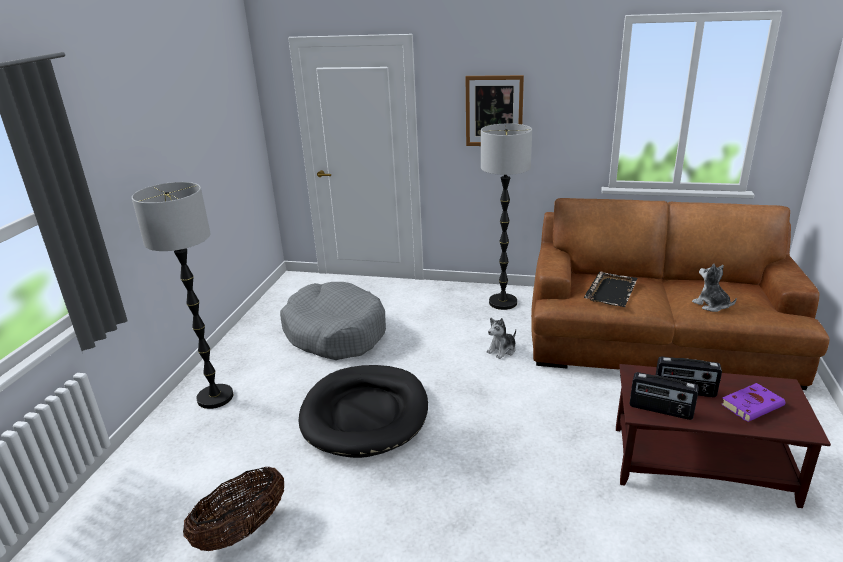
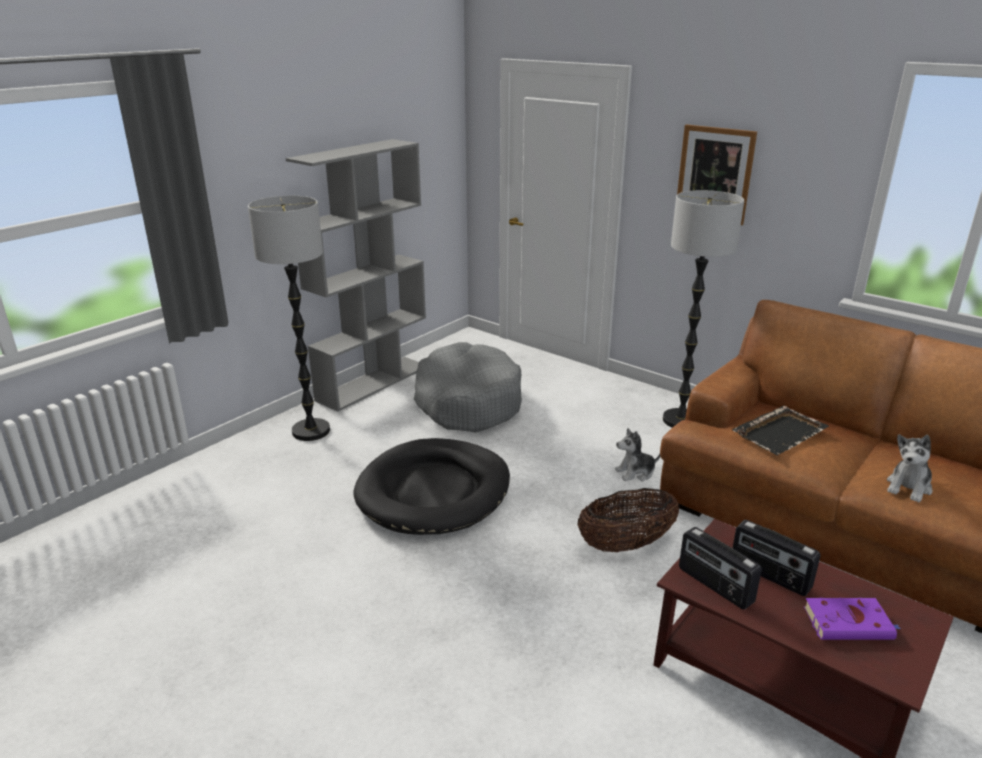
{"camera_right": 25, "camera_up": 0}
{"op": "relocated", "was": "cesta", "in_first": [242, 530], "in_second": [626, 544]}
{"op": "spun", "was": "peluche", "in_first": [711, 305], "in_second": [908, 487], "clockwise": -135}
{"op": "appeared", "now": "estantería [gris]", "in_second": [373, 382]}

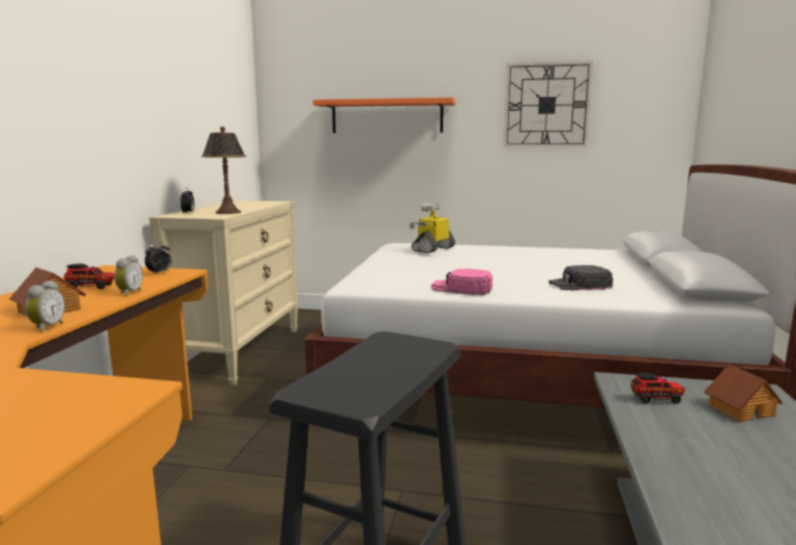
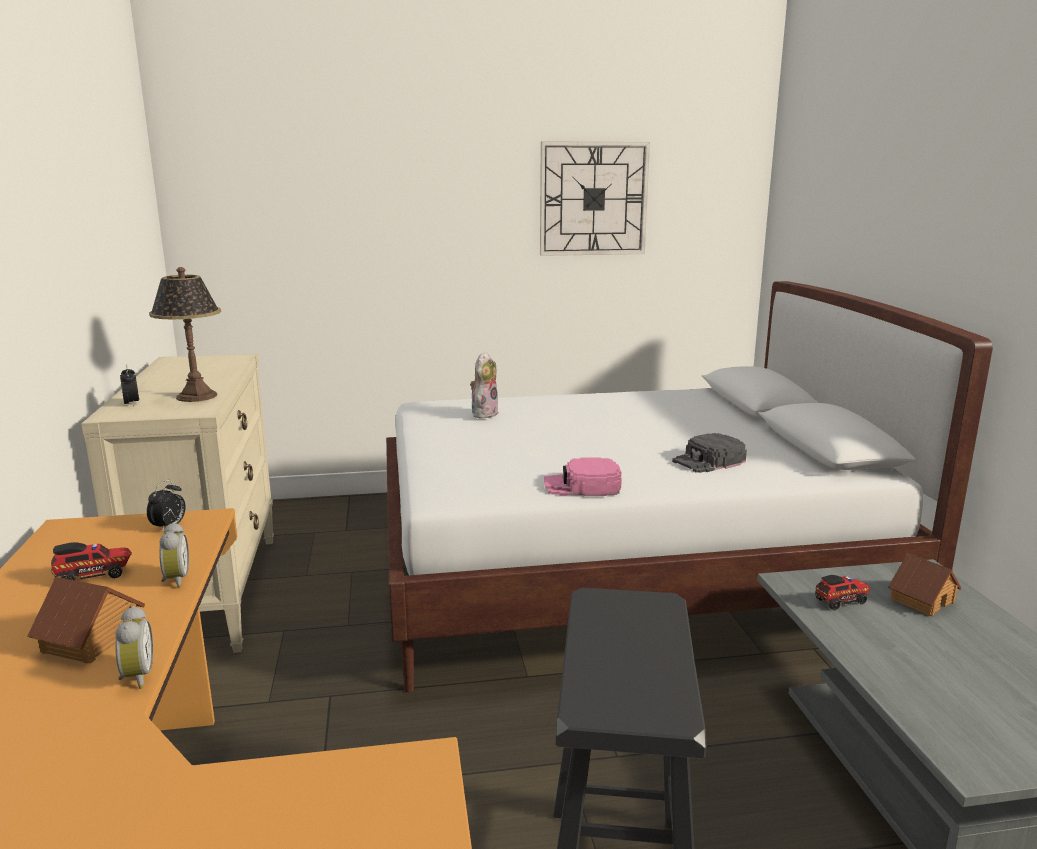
{"camera_right": -20, "camera_up": 5}
{"op": "missing", "was": "estante [naranja]", "in_first": [386, 116]}
{"op": "exchanged", "was": "robot de juguete", "now": "peluche", "in_first": [432, 249], "in_second": [484, 413]}

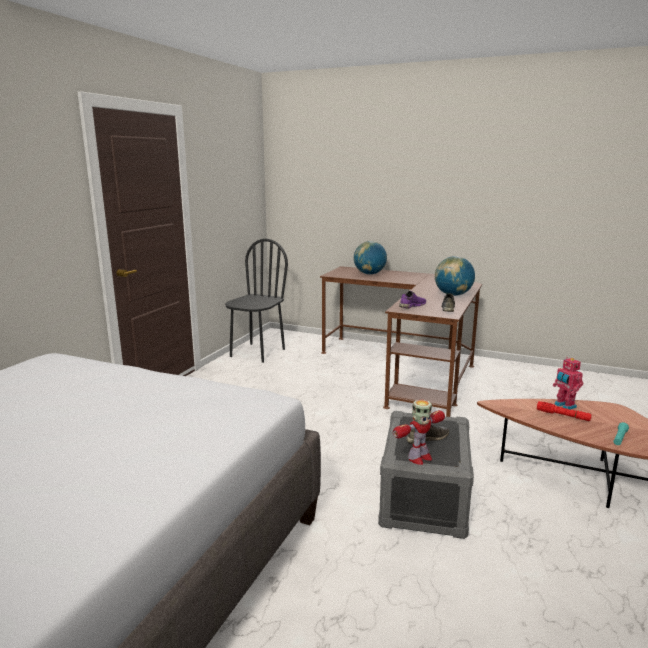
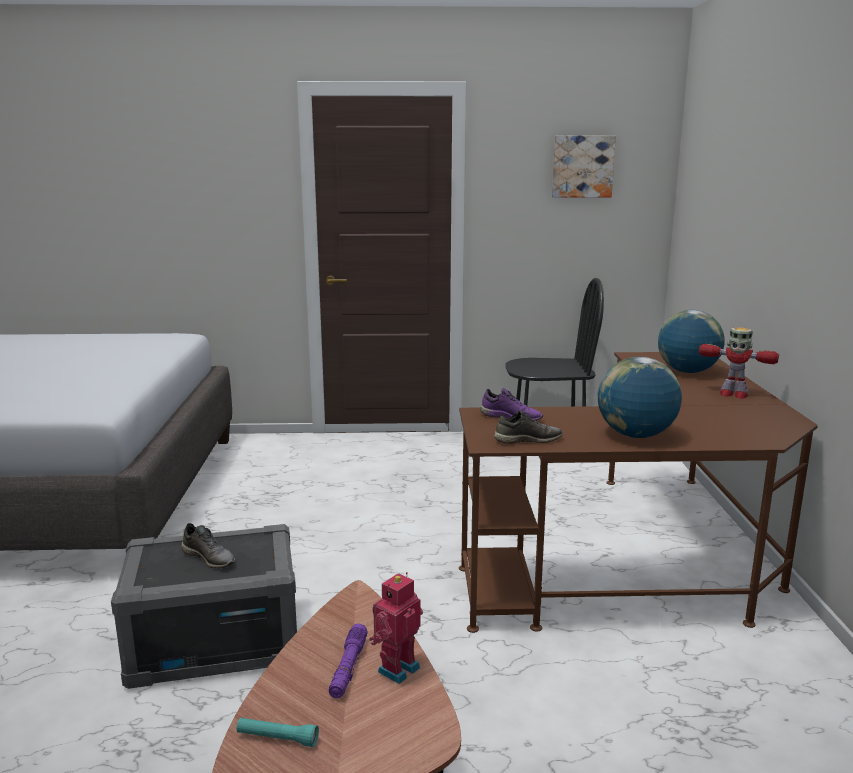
{"camera_right": 65, "camera_up": 0}
{"op": "relocated", "was": "robot de juguete", "in_first": [419, 458], "in_second": [732, 394]}
{"op": "colour", "was": "linterna [rojo]", "now": "linterna [morado]", "in_first": [563, 415], "in_second": [348, 668]}
{"op": "appeared", "now": "cuadro", "in_second": [582, 166]}

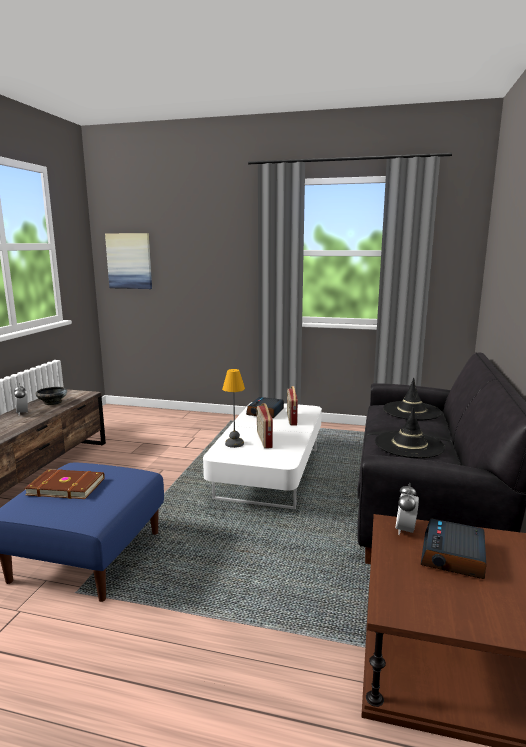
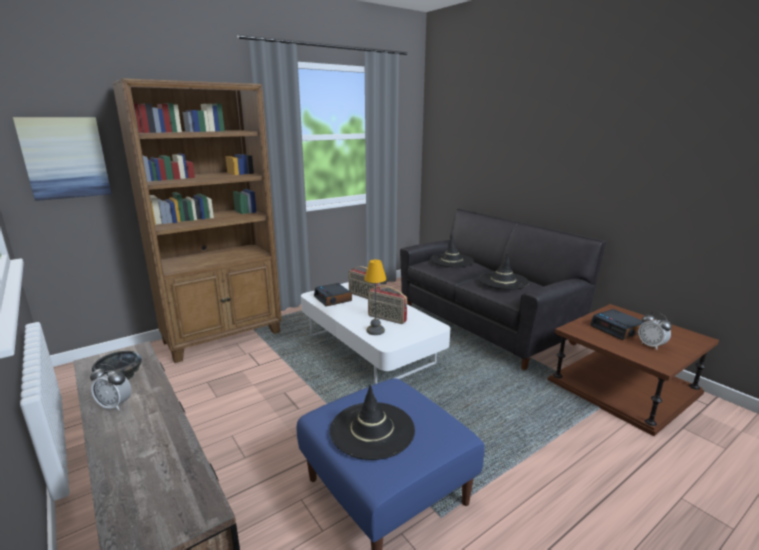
{"camera_right": -50, "camera_up": 5}
{"op": "exchanged", "was": "libro [marrón]", "now": "sombrero [negro]", "in_first": [66, 486], "in_second": [372, 430]}
{"op": "relocated", "was": "despertador", "in_first": [405, 530], "in_second": [651, 345]}
{"op": "appeared", "now": "estantería [marrón]", "in_second": [224, 337]}

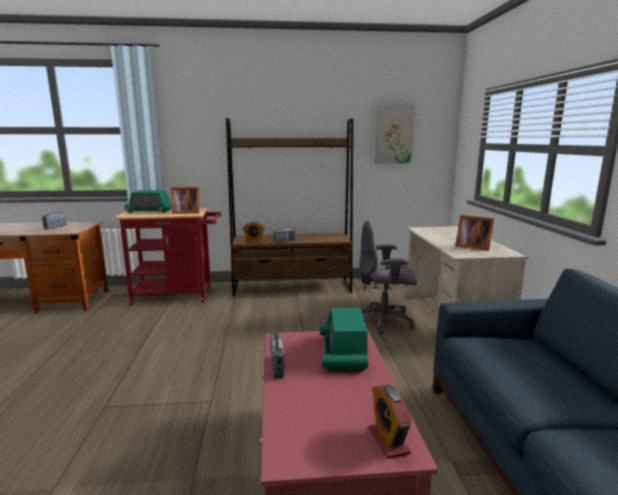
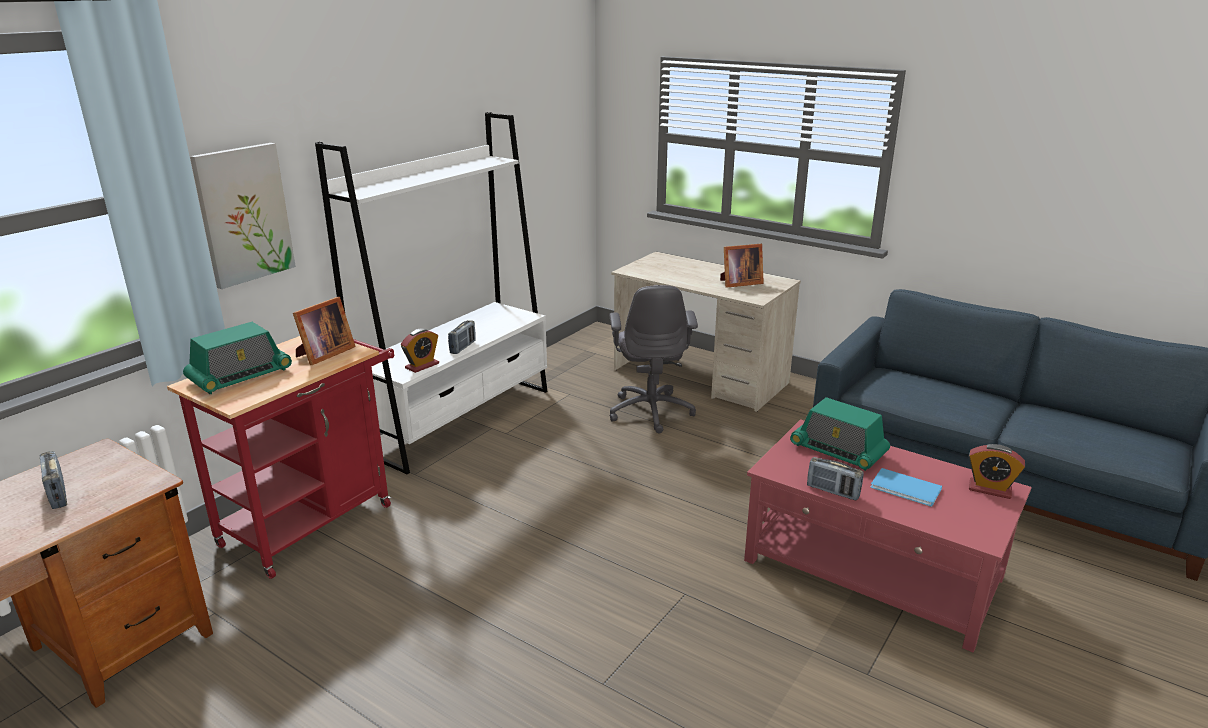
{"camera_right": -50, "camera_up": 10}
{"op": "colour", "was": "estantería [marrón]", "now": "estantería [blanco]", "in_first": [292, 287], "in_second": [460, 420]}
{"op": "spun", "was": "silla de oficina [gris]", "in_first": [384, 321], "in_second": [651, 411], "clockwise": -45}
{"op": "relocated", "was": "cuadro", "in_first": [393, 134], "in_second": [244, 214]}
{"op": "appeared", "now": "libro [azul]", "in_second": [907, 489]}

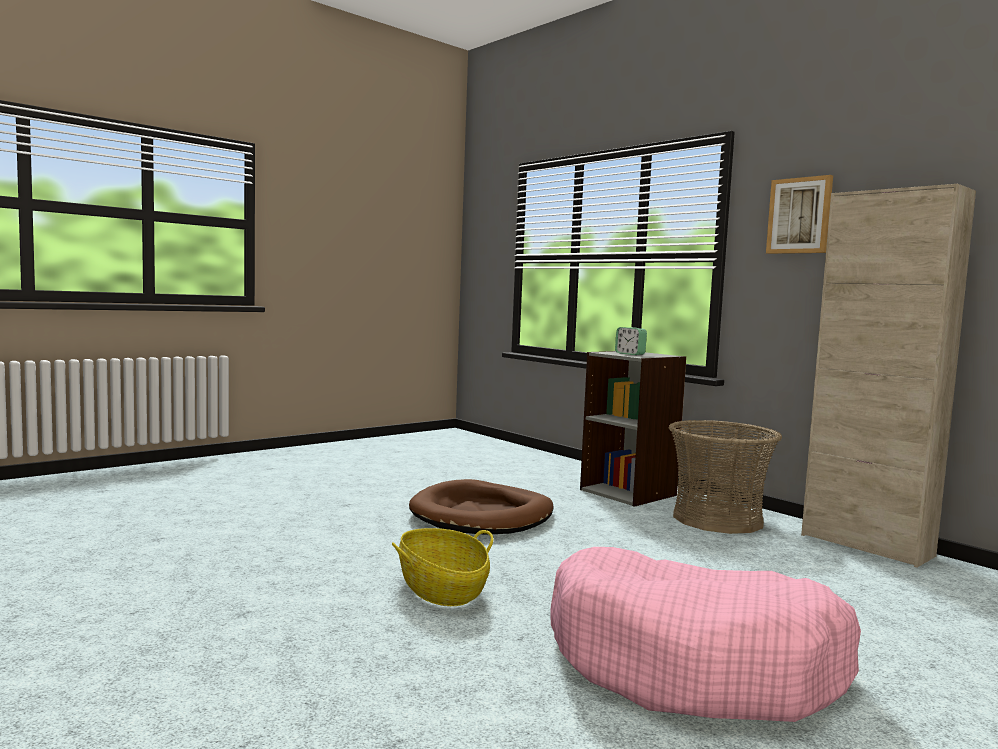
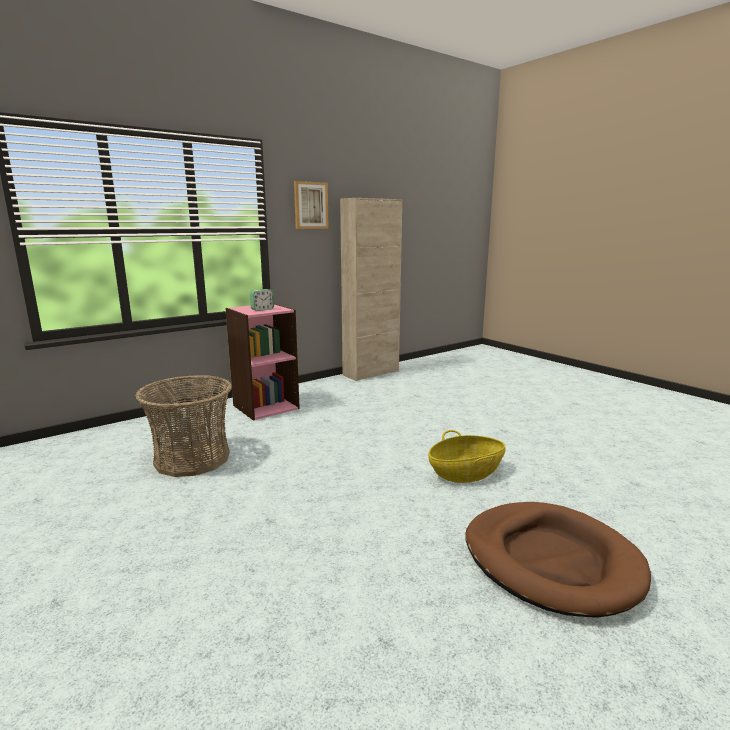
{"camera_right": -85, "camera_up": 10}
{"op": "relocated", "was": "cama para perro [marrón]", "in_first": [482, 515], "in_second": [550, 561]}
{"op": "missing", "was": "cama para perro [rosa]", "in_first": [693, 664]}
{"op": "colour", "was": "estantería [gris]", "now": "estantería [rosa]", "in_first": [629, 492], "in_second": [265, 407]}
{"op": "relocated", "was": "cesta", "in_first": [717, 519], "in_second": [192, 459]}

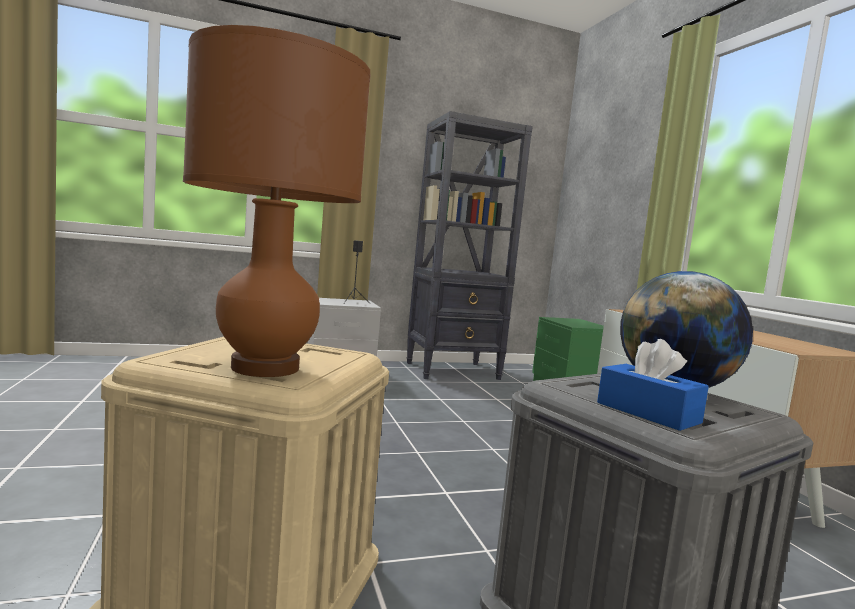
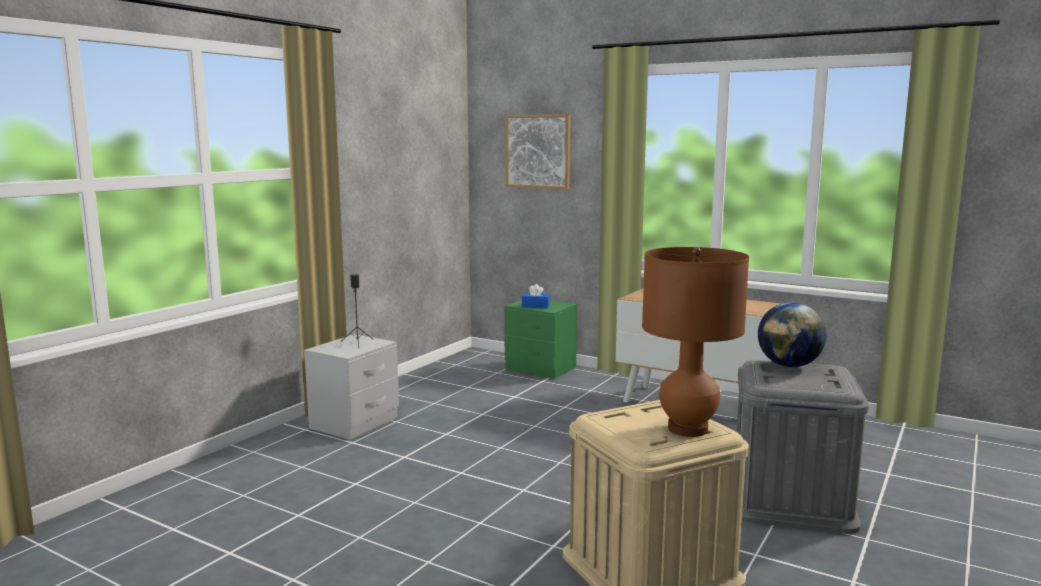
{"camera_right": -40, "camera_up": 5}
{"op": "missing", "was": "estantería [negro]", "in_first": [453, 371]}
{"op": "relocated", "was": "caja de pañuelos [azul]", "in_first": [647, 412], "in_second": [535, 306]}
{"op": "appeared", "now": "cuadro", "in_second": [538, 151]}

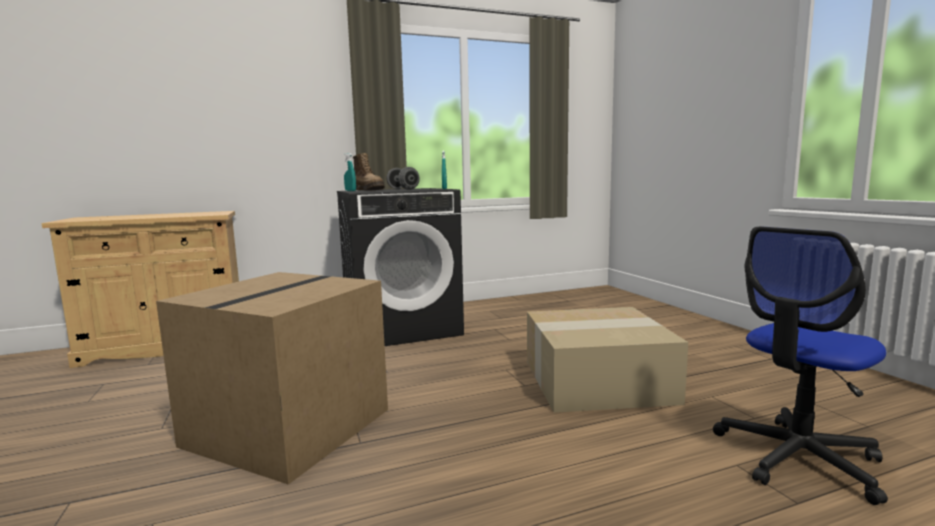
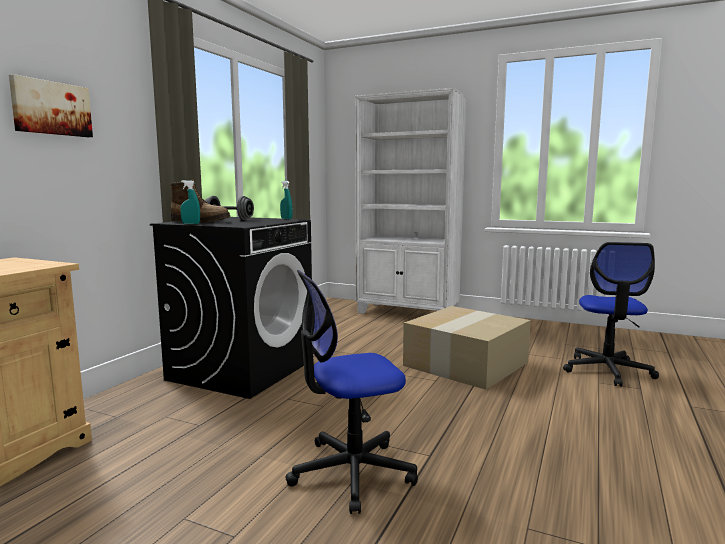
{"camera_right": -45, "camera_up": 0}
{"op": "exchanged", "was": "caja de cartón", "now": "silla de oficina", "in_first": [289, 425], "in_second": [351, 472]}
{"op": "appeared", "now": "cuadro", "in_second": [51, 108]}
{"op": "appeared", "now": "estantería [blanco]", "in_second": [408, 313]}

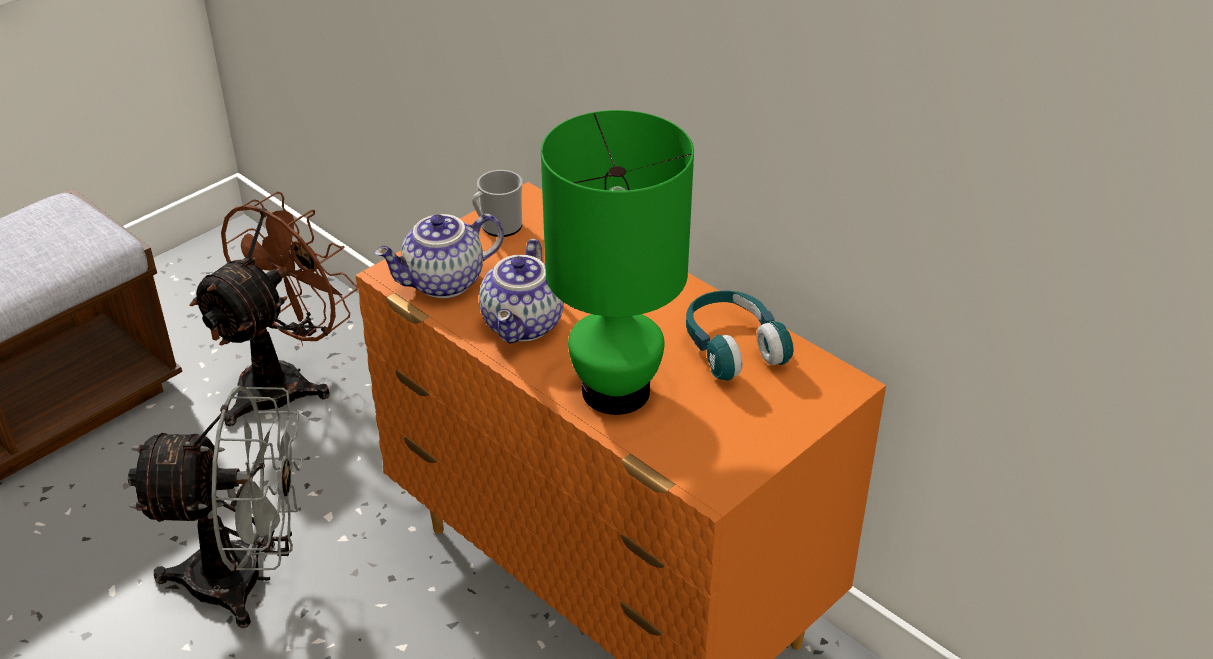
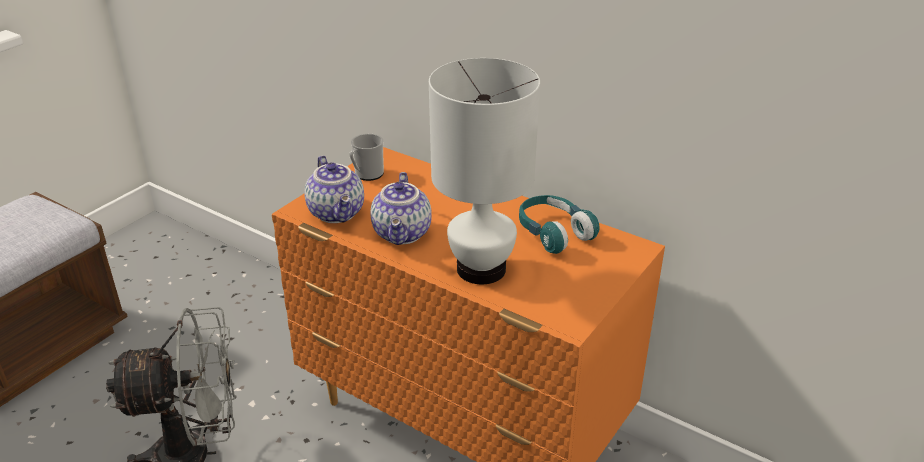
{"camera_right": -10, "camera_up": -5}
{"op": "missing", "was": "ventilador [marrón]", "in_first": [285, 381]}
{"op": "spun", "was": "tetera", "in_first": [444, 283], "in_second": [338, 213], "clockwise": -75}
{"op": "colour", "was": "lámpara de mesa [verde]", "now": "lámpara de mesa [blanco]", "in_first": [614, 391], "in_second": [480, 269]}

